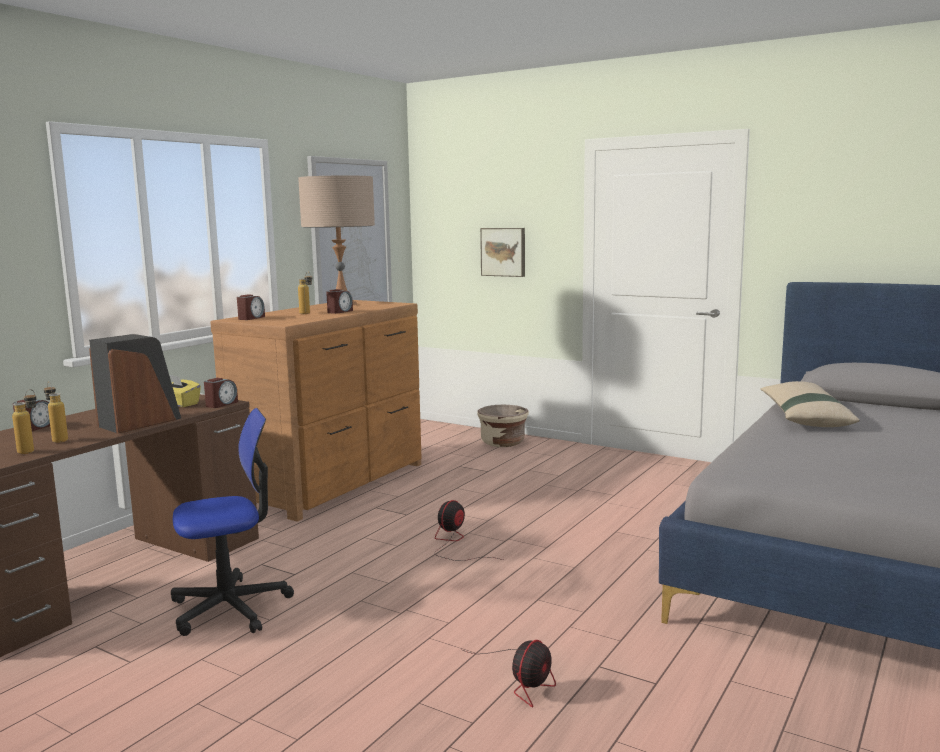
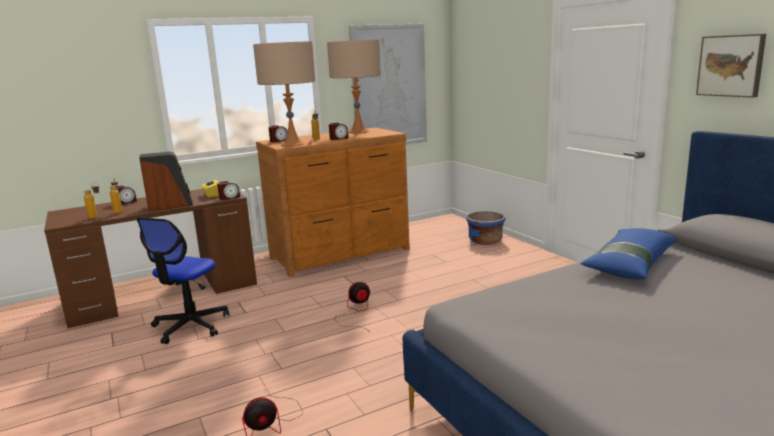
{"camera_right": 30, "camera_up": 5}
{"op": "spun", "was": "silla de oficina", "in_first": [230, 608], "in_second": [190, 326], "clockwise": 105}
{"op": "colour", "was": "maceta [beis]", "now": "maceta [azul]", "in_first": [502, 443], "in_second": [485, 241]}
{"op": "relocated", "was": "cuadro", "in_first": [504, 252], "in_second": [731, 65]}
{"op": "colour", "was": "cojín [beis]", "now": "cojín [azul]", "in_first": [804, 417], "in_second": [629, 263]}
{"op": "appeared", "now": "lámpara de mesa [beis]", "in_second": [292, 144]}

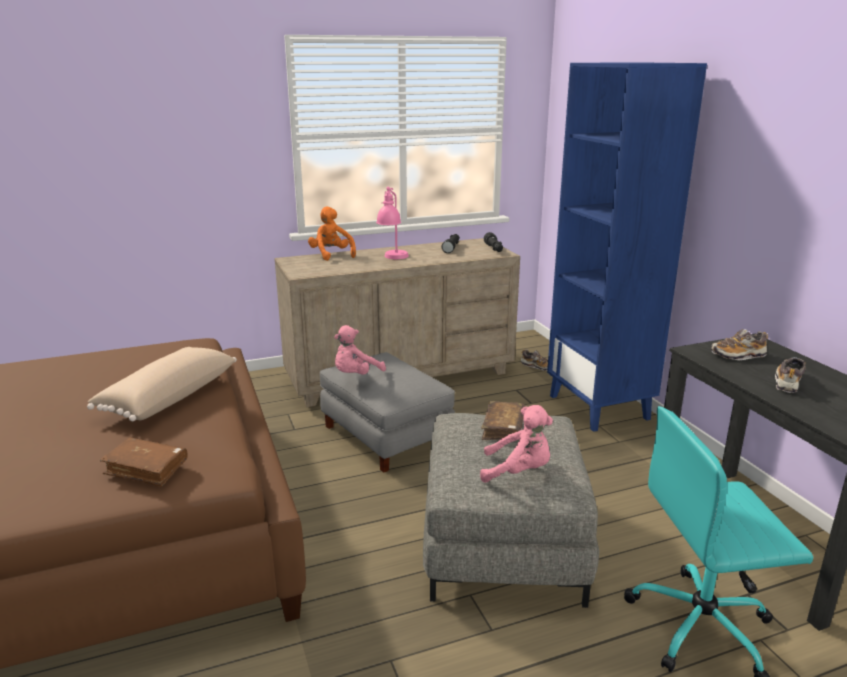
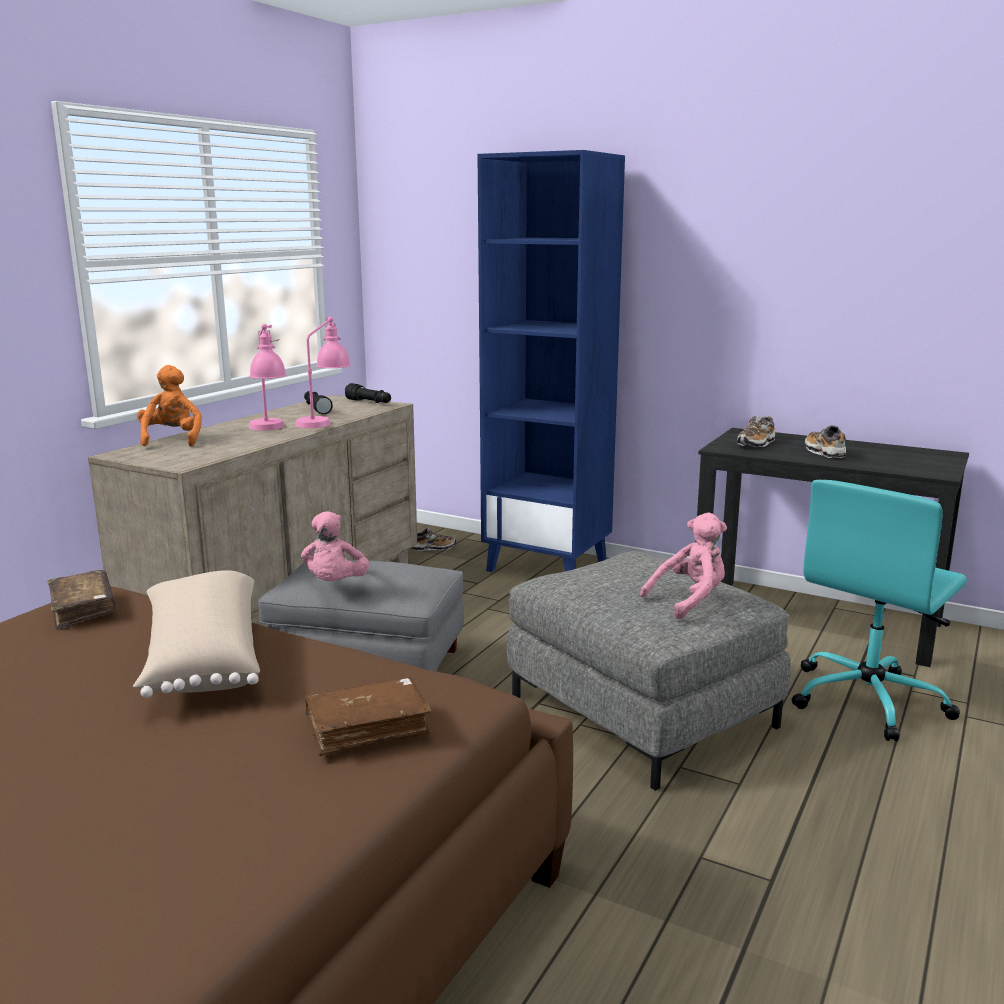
{"camera_right": -40, "camera_up": -5}
{"op": "spun", "was": "peluche [naranja]", "in_first": [331, 255], "in_second": [172, 440], "clockwise": 60}
{"op": "relocated", "was": "libro [marrón]", "in_first": [503, 428], "in_second": [83, 609]}
{"op": "appeared", "now": "lámpara de mesa [rosa]", "in_second": [324, 421]}

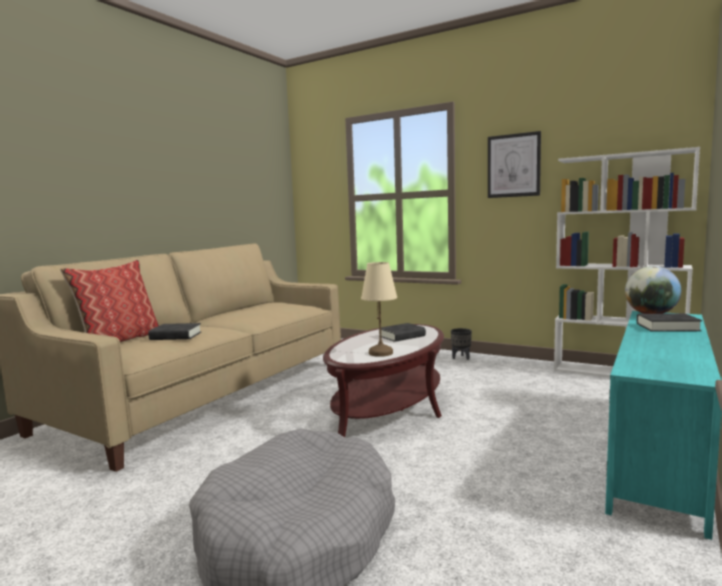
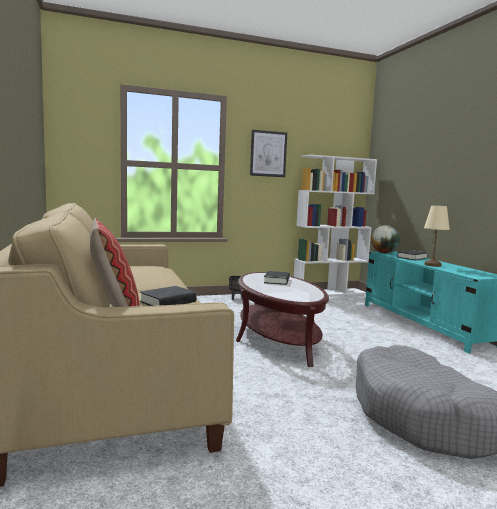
{"camera_right": -50, "camera_up": 0}
{"op": "relocated", "was": "lámpara de mesa [beis]", "in_first": [381, 353], "in_second": [433, 265]}

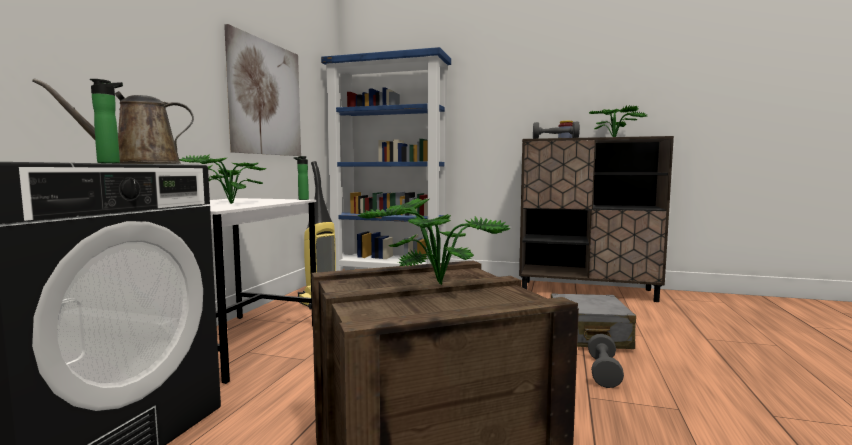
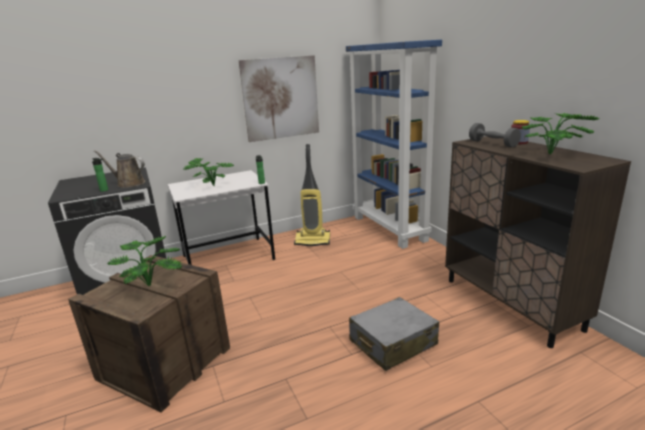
{"camera_right": 50, "camera_up": 15}
{"op": "missing", "was": "mancuerna [gris]", "in_first": [603, 372]}

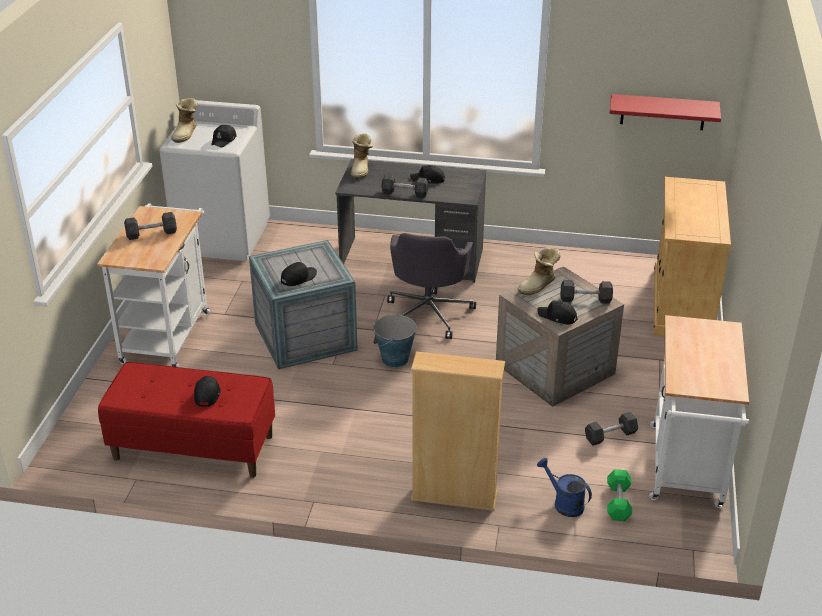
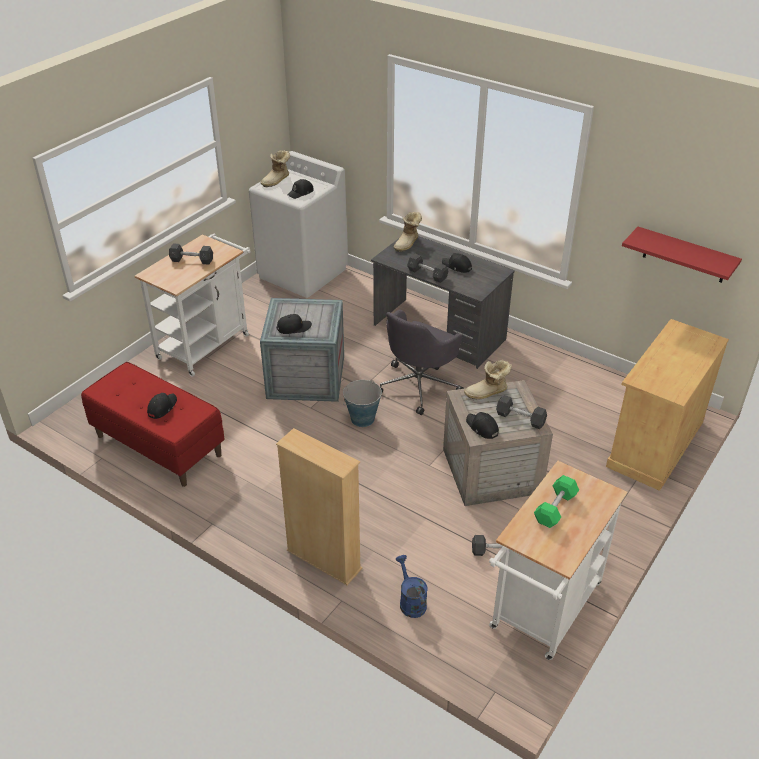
{"camera_right": 25, "camera_up": 5}
{"op": "relocated", "was": "mancuerna [verde]", "in_first": [618, 502], "in_second": [555, 508]}

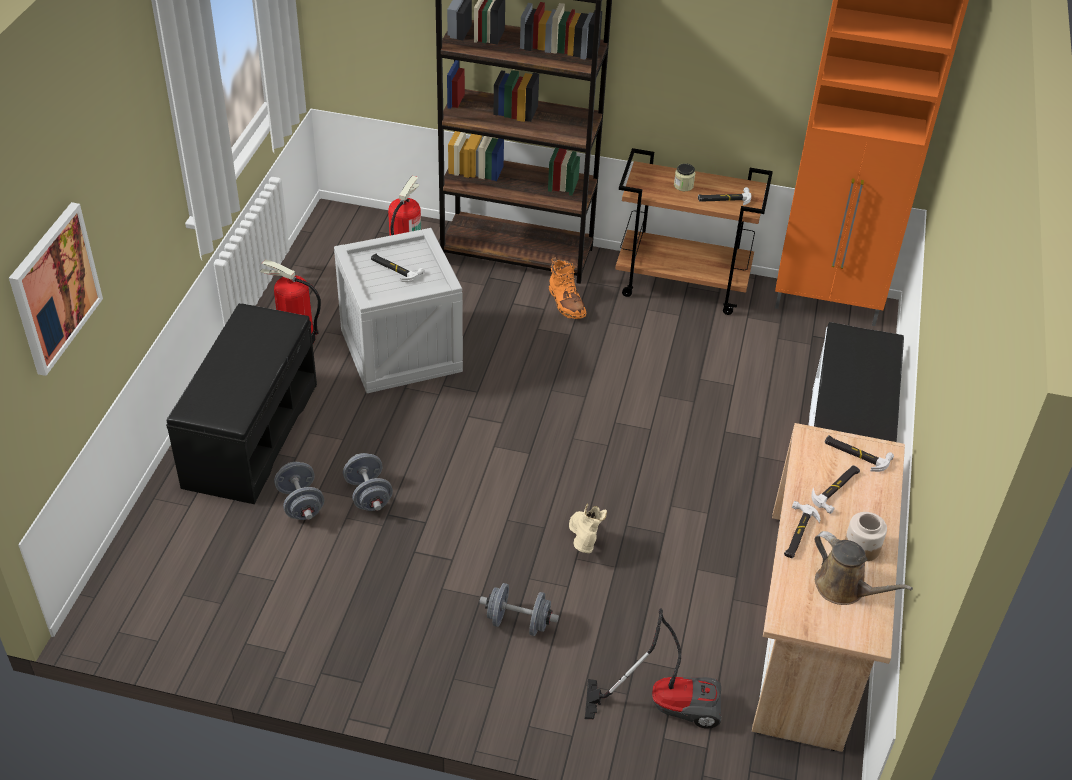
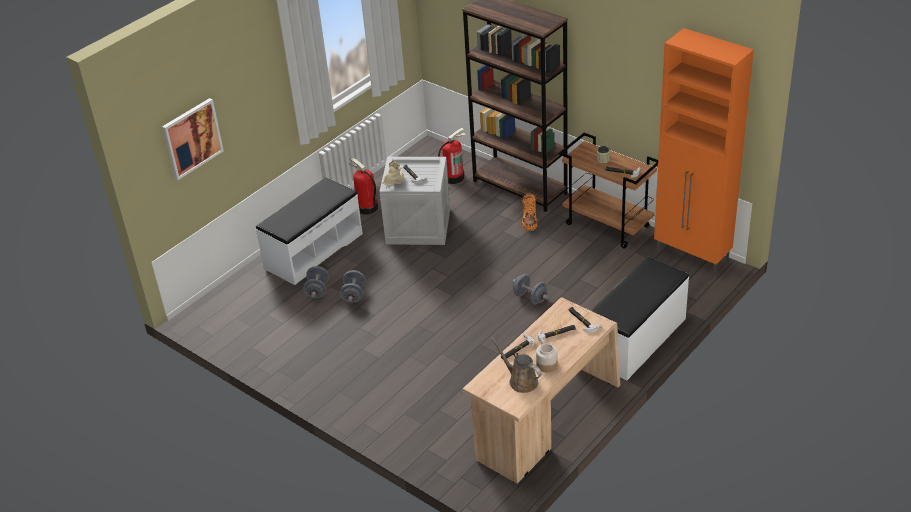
{"camera_right": 30, "camera_up": -5}
{"op": "colour", "was": "banco [negro]", "now": "banco [blanco]", "in_first": [250, 434], "in_second": [313, 251]}
{"op": "relocated", "was": "mancuerna [gris]", "in_first": [518, 622], "in_second": [530, 298]}
{"op": "relocated", "was": "bota [beis]", "in_first": [583, 542], "in_second": [394, 185]}
{"op": "missing", "was": "aspiradora", "in_first": [665, 702]}
{"op": "spun", "was": "regadera [marrón]", "in_first": [844, 588], "in_second": [521, 381], "clockwise": 150}

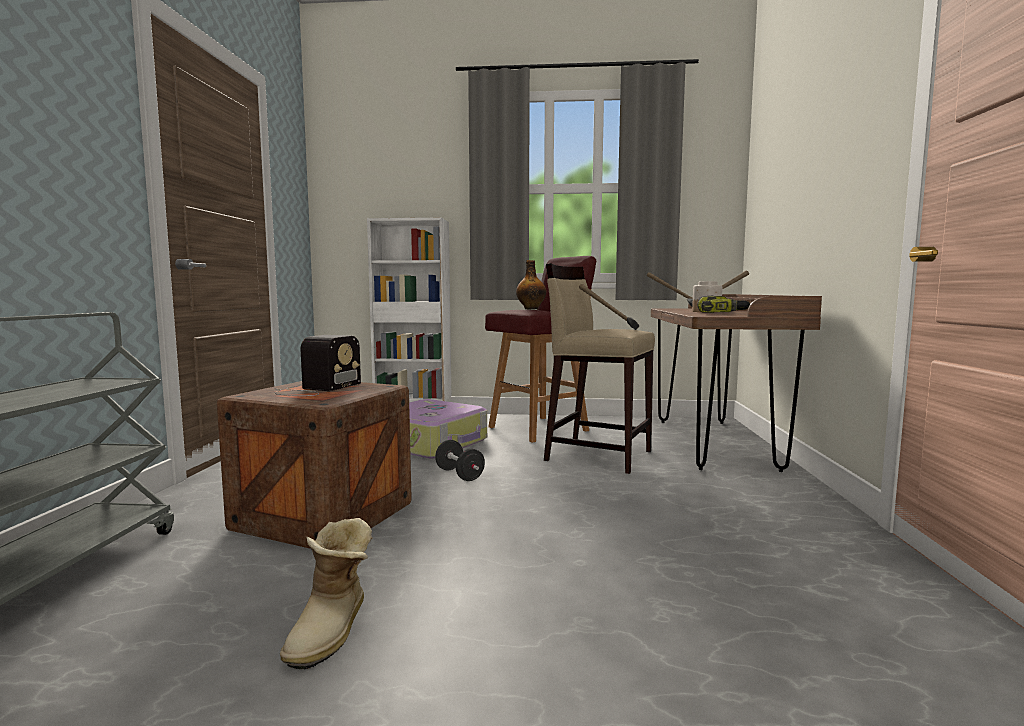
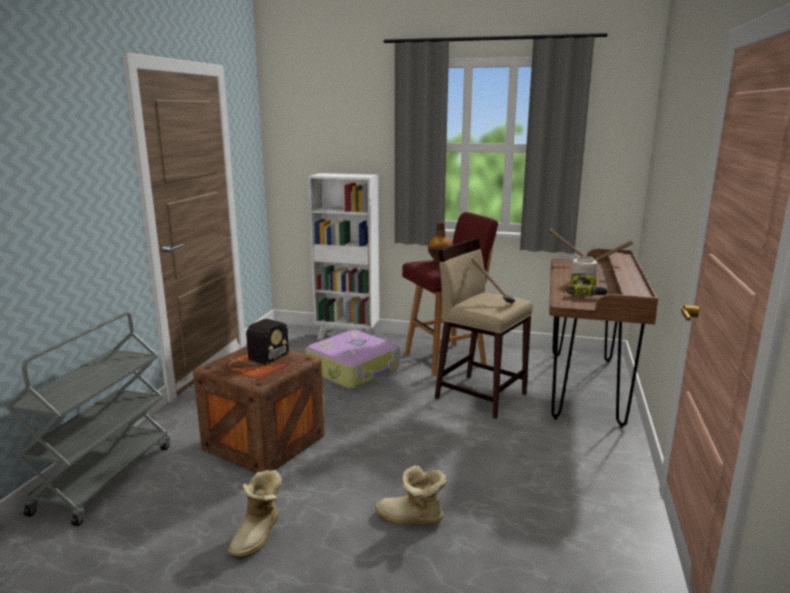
{"camera_right": 10, "camera_up": 10}
{"op": "missing", "was": "mancuerna [negro]", "in_first": [459, 475]}
{"op": "appeared", "now": "bota", "in_second": [411, 519]}

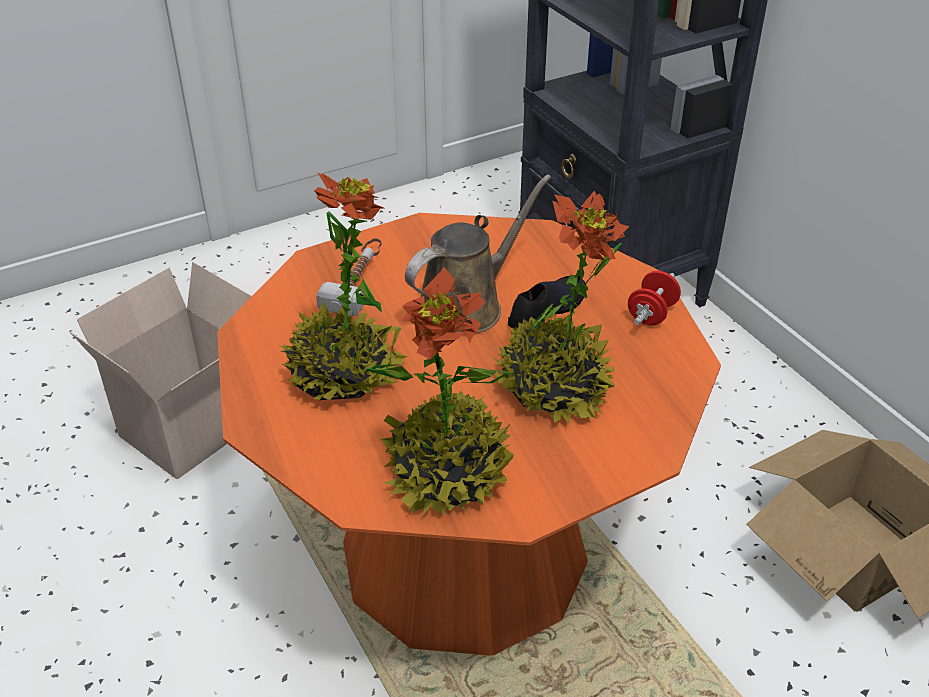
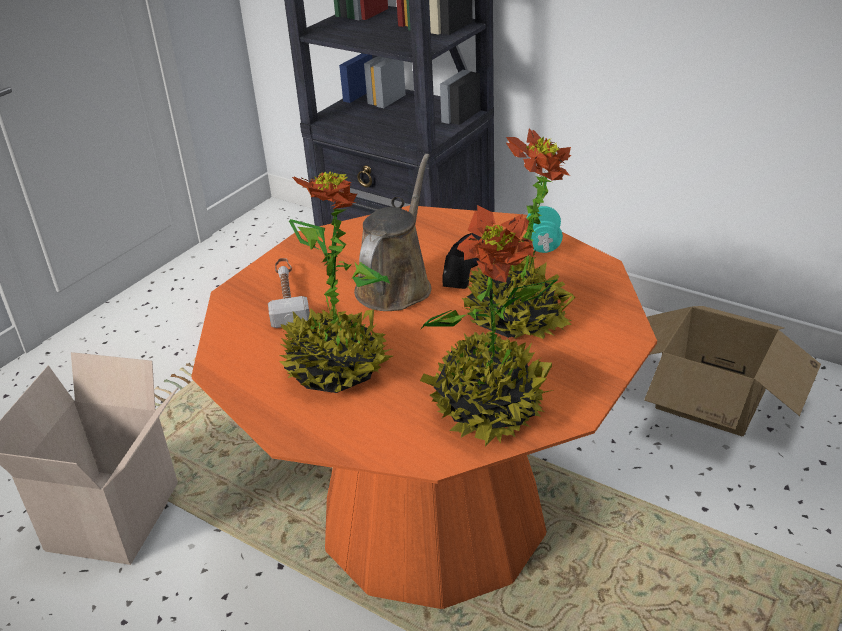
{"camera_right": -25, "camera_up": -5}
{"op": "colour", "was": "mancuerna [rojo]", "now": "mancuerna [turquesa]", "in_first": [651, 314], "in_second": [543, 244]}

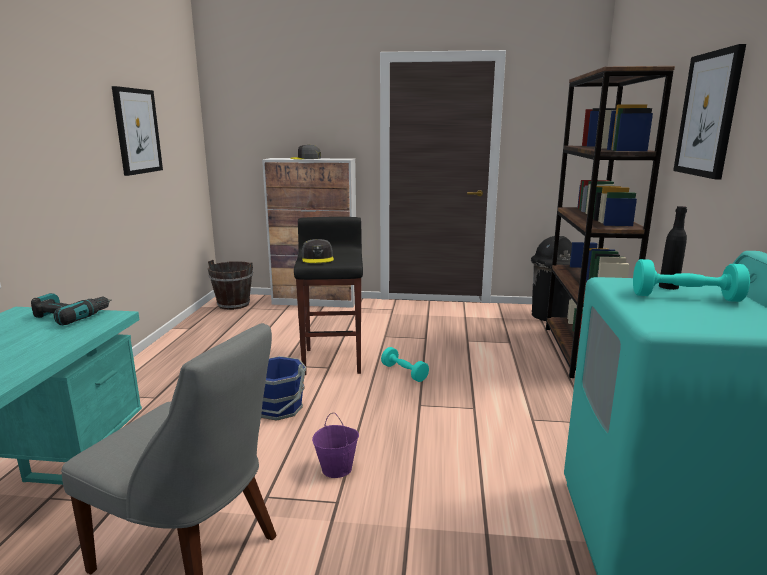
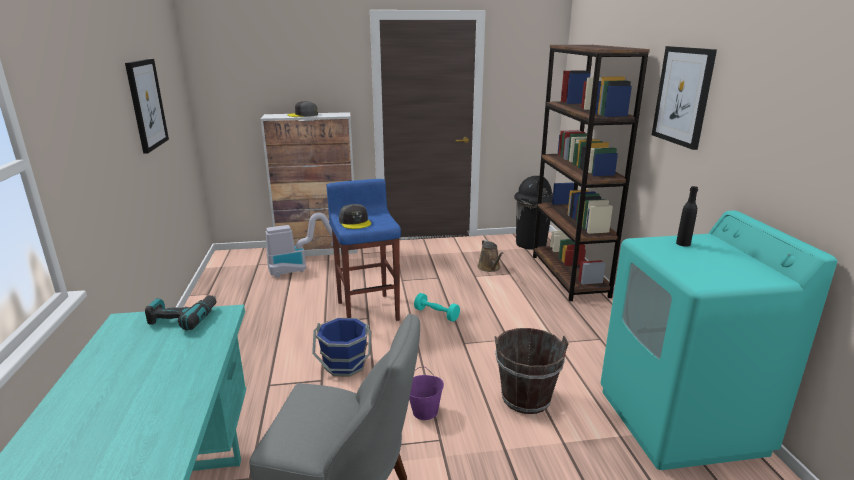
{"camera_right": -15, "camera_up": 5}
{"op": "relocated", "was": "cubo [marrón]", "in_first": [234, 304], "in_second": [526, 398]}
{"op": "colour", "was": "taburete [negro]", "now": "taburete [azul]", "in_first": [333, 360], "in_second": [368, 310]}
{"op": "missing", "was": "mancuerna [turquesa]", "in_first": [685, 297]}
{"op": "appeared", "now": "aspiradora", "in_second": [301, 268]}
{"op": "appeared", "now": "regadera [marrón]", "in_second": [490, 268]}

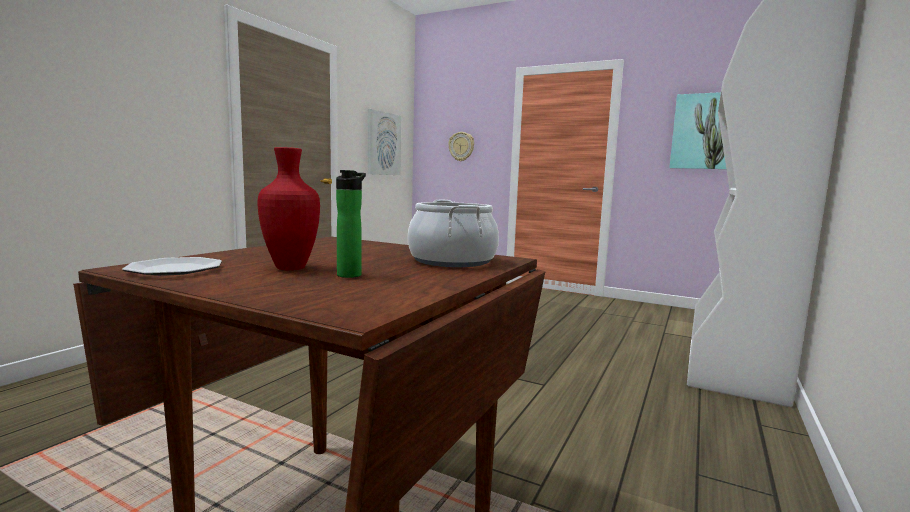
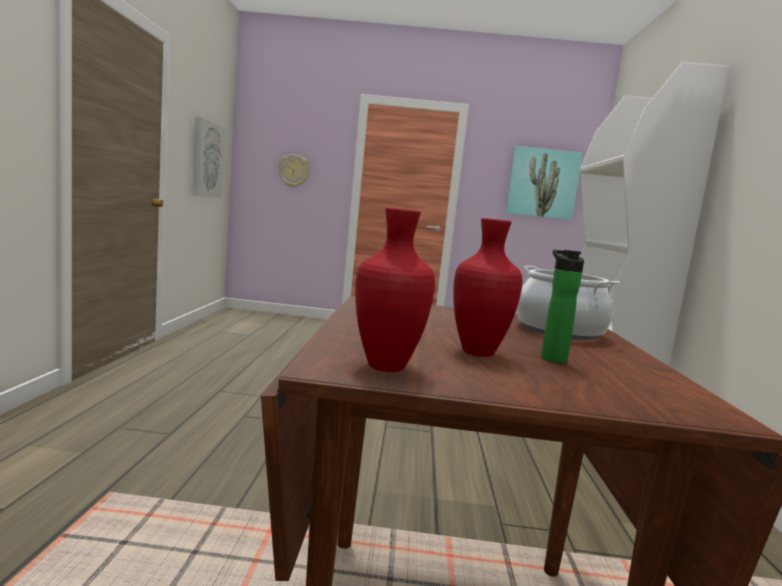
{"camera_right": -25, "camera_up": 0}
{"op": "exchanged", "was": "plato", "now": "florero [rojo]", "in_first": [176, 270], "in_second": [386, 366]}

